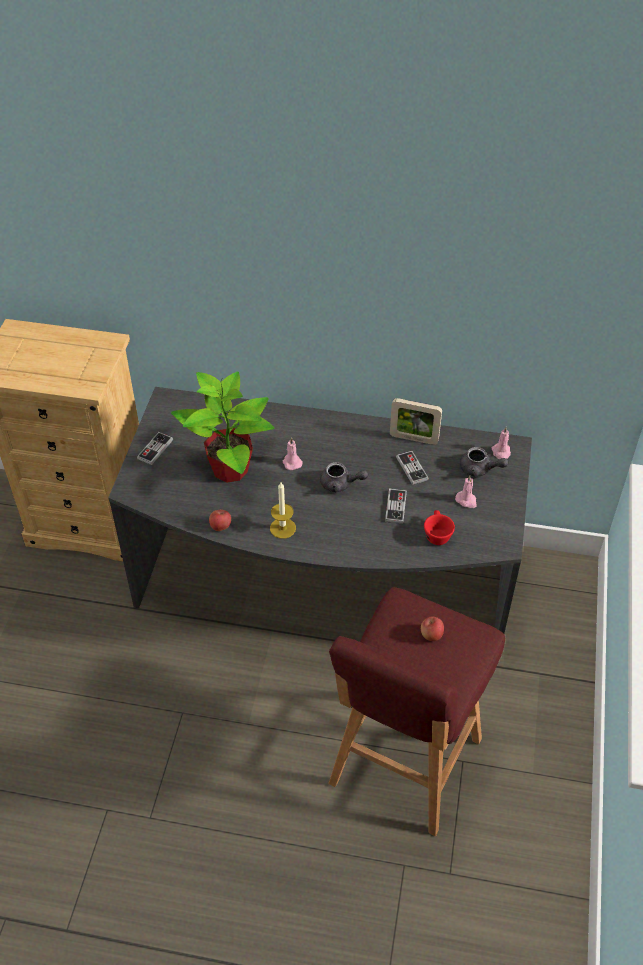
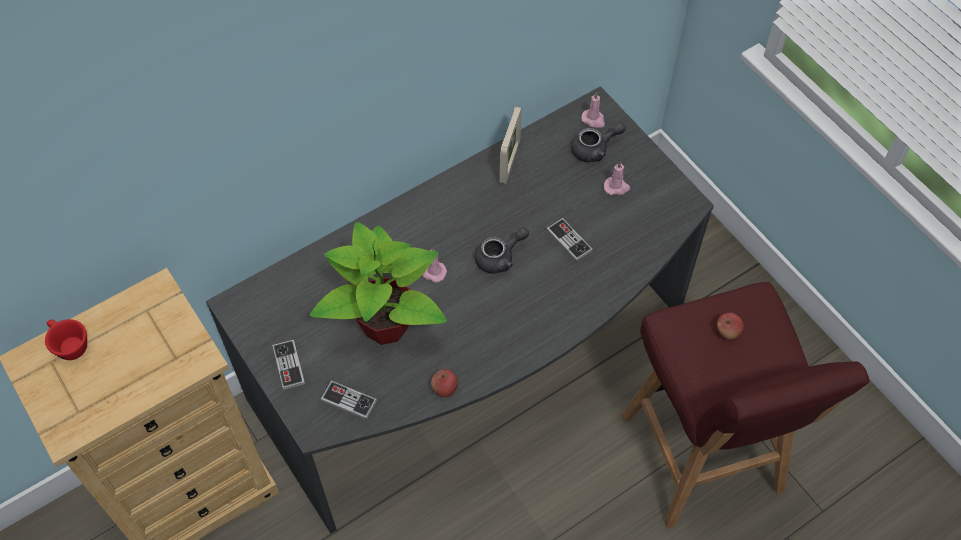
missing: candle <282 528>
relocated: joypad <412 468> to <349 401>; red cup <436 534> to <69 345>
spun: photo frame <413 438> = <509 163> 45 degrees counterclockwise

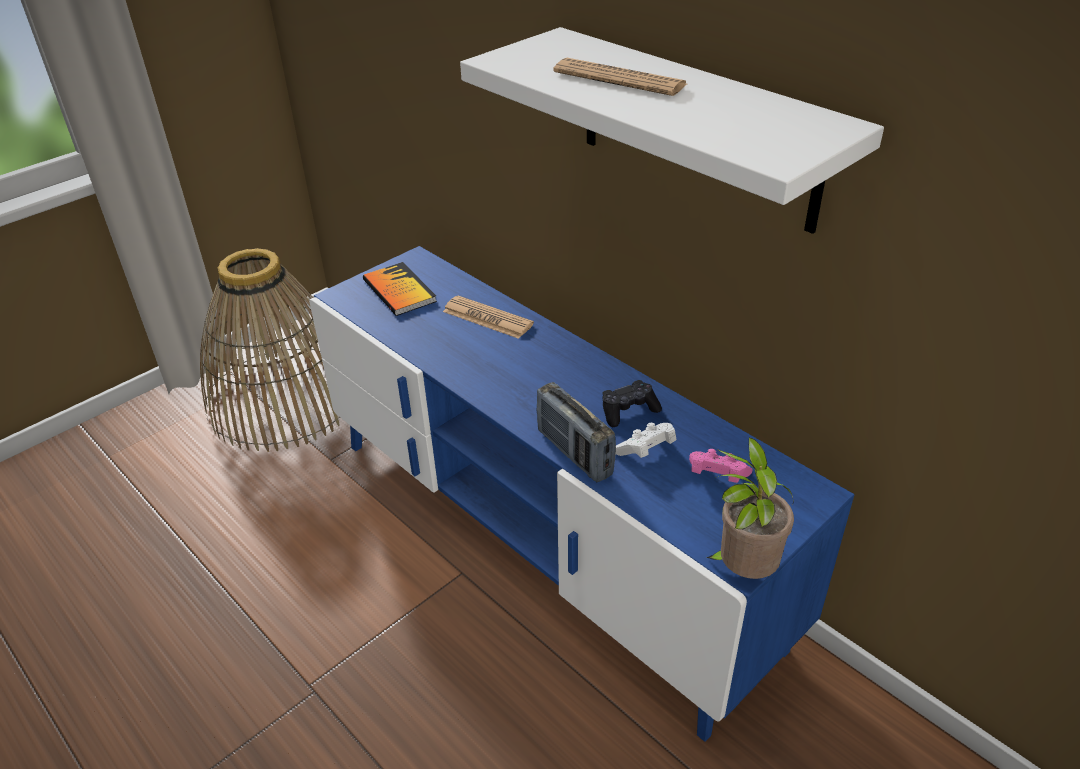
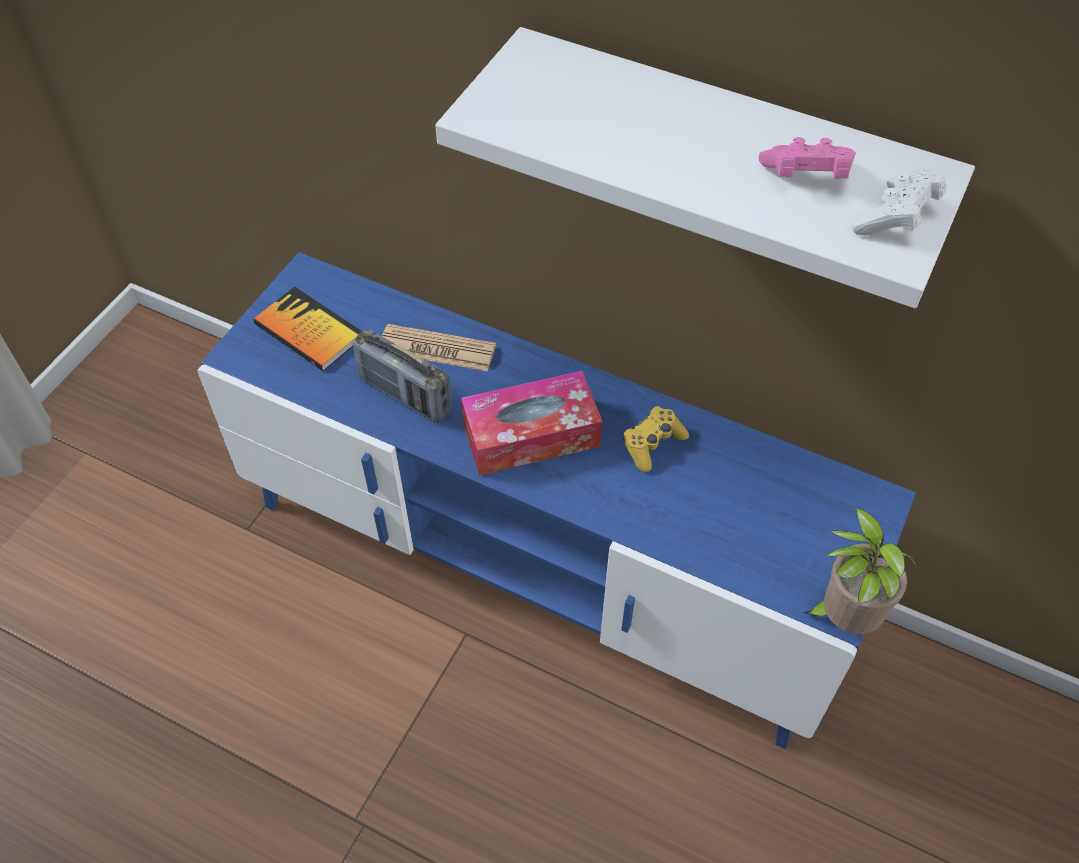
missing: storage basket <284 400>; newspaper <619 79>
appeared: tissue box <531 435>
relocated: radio receiver <574 453> to <405 395>; white-coloured joypad <646 450> to <895 219>; pinkish joypad <716 476> to <805 177>
colour: black-coloured joypad <628 410> to yellowish joypad <652 444>

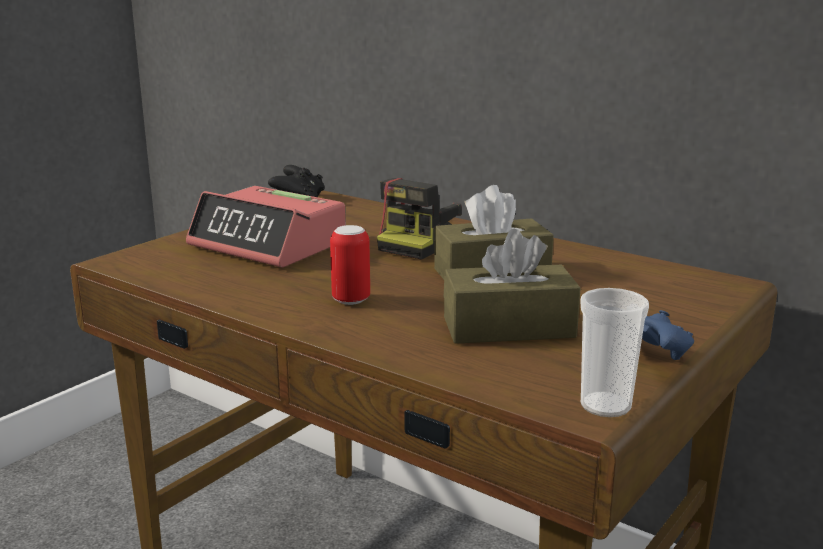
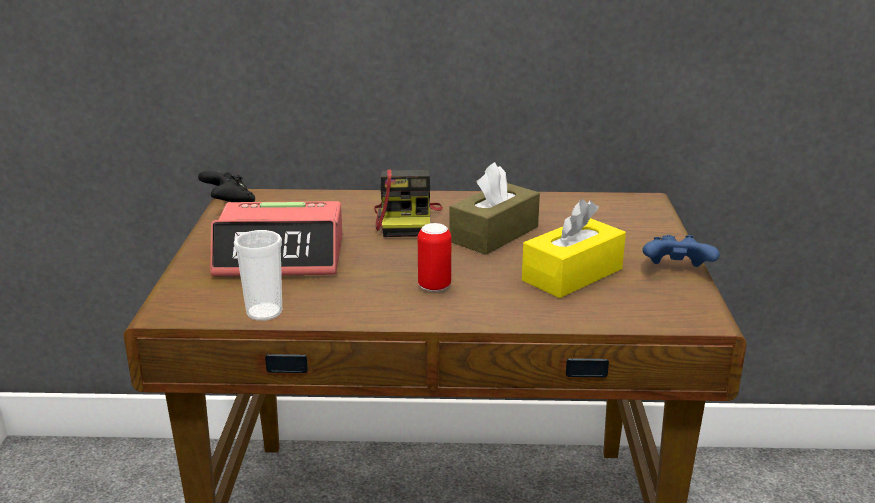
relocated: cup <605 406> to <264 312>
colour: brownish tissue box <508 327> to yellowish tissue box <572 275>

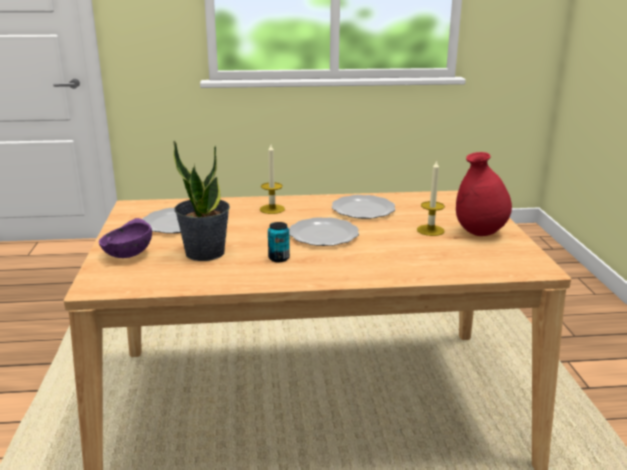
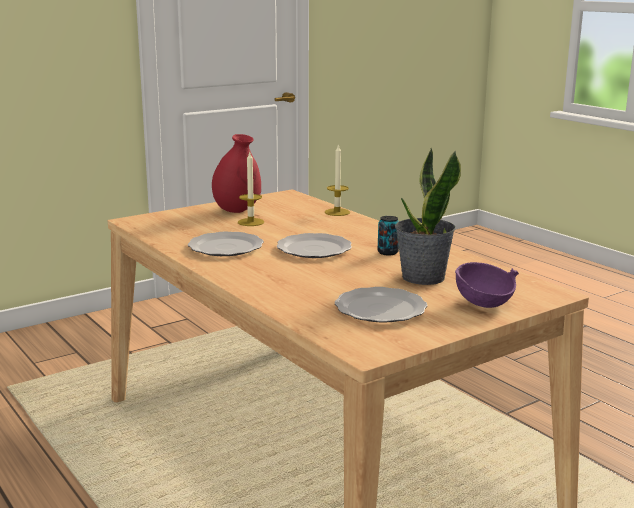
relocated: candle <272 209> to <337 212>

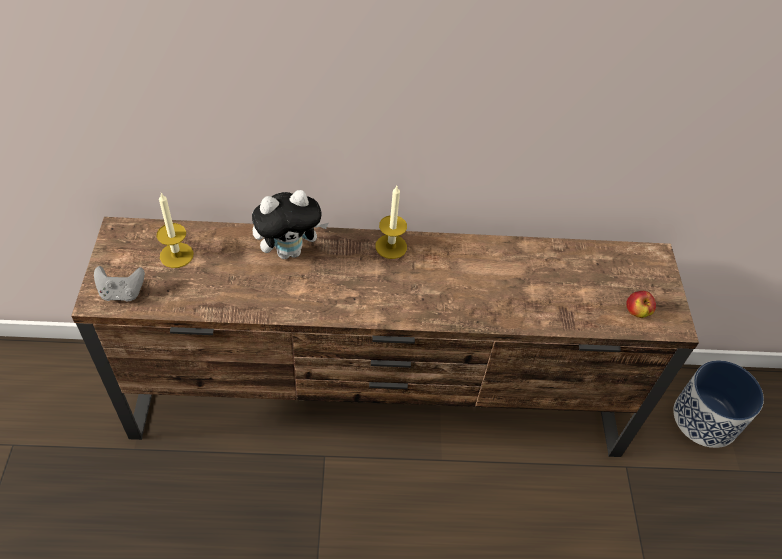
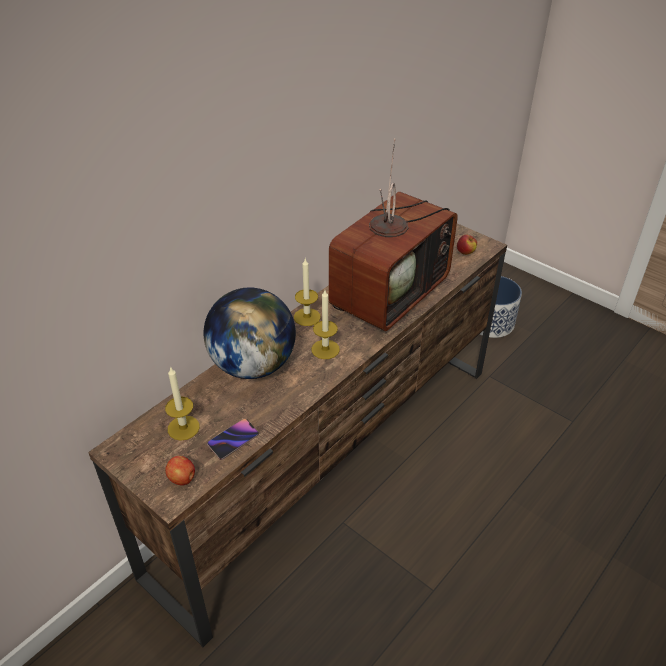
appeared: telephone <233 440>; candle <325 349>; TV set <389 292>
exchanged: gray joypad <122 293> to apple <182 479>; soft toy <290 251> to globe <253 365>

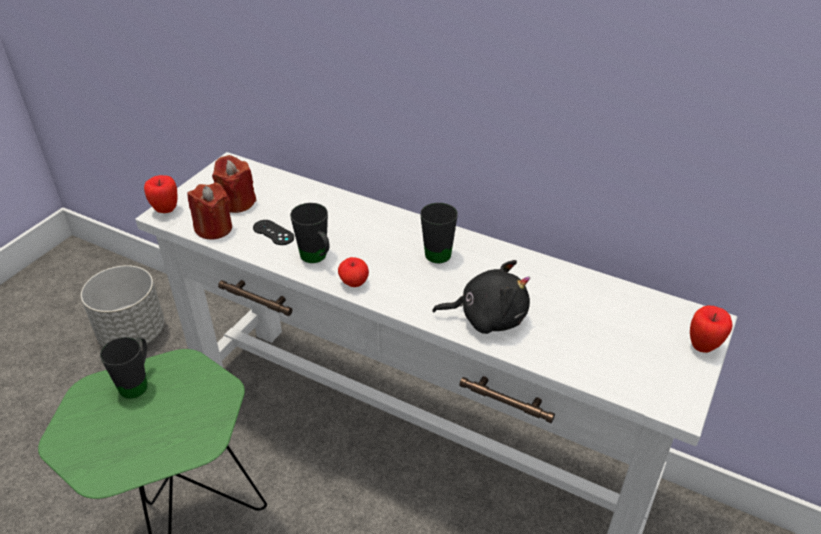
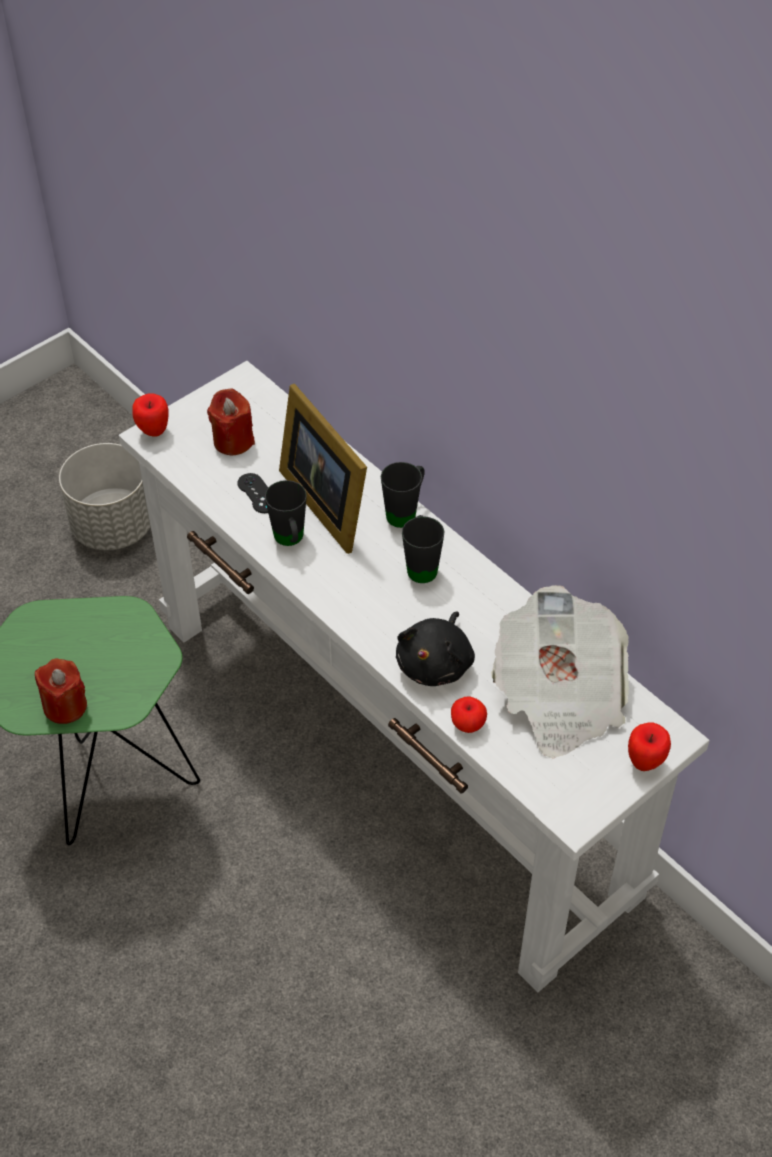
appeared: photo frame <327 501>; newspaper <559 696>
relocated: black-coloured mug <138 382> to <405 512>; red candle <214 229> to <65 706>; apple <354 283> to <468 724>
spun: black-coloured soft toy <488 317> = <436 663> 90 degrees clockwise

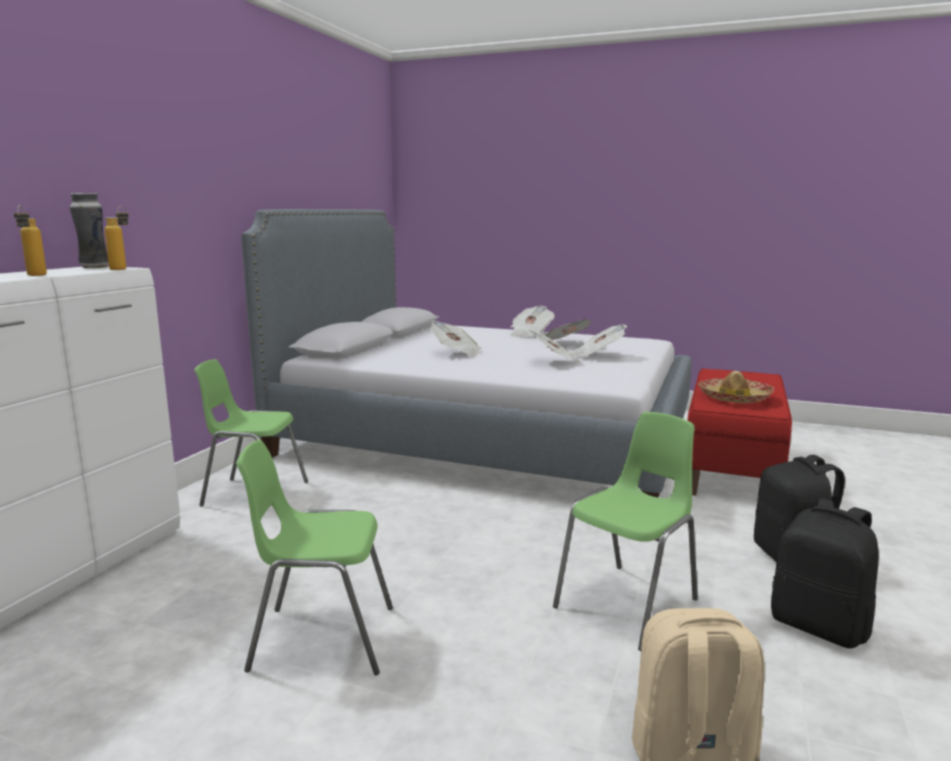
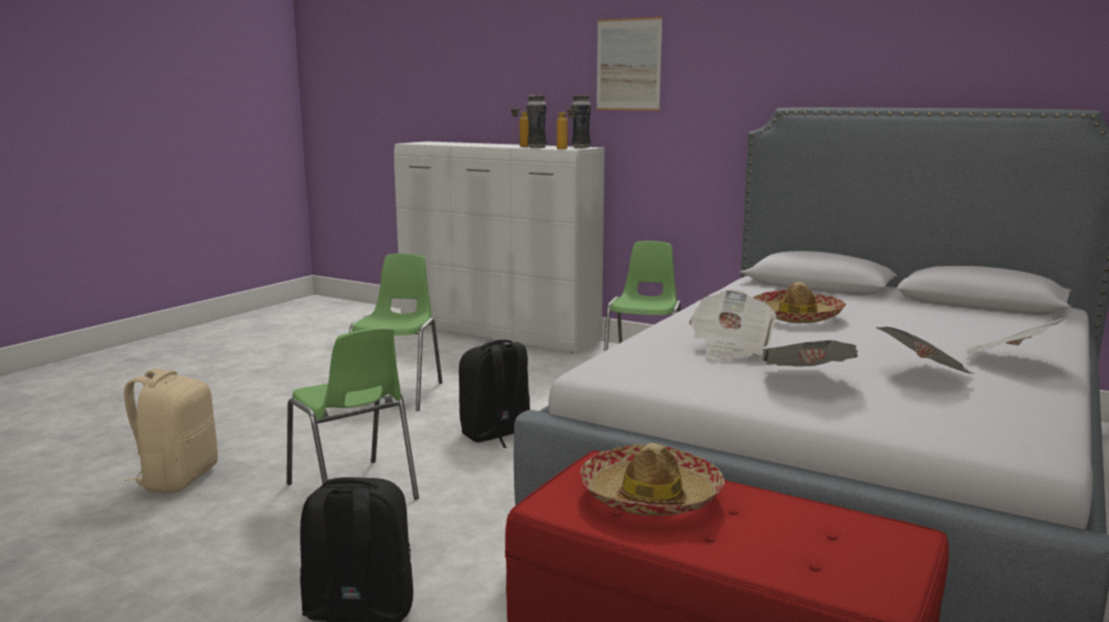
appeared: decorative vase <536 147>; picture <628 64>
relocated: black-coloured rucksack <819 626> to <496 434>
exchanged: newspaper <456 353> to clothing hat <797 316>

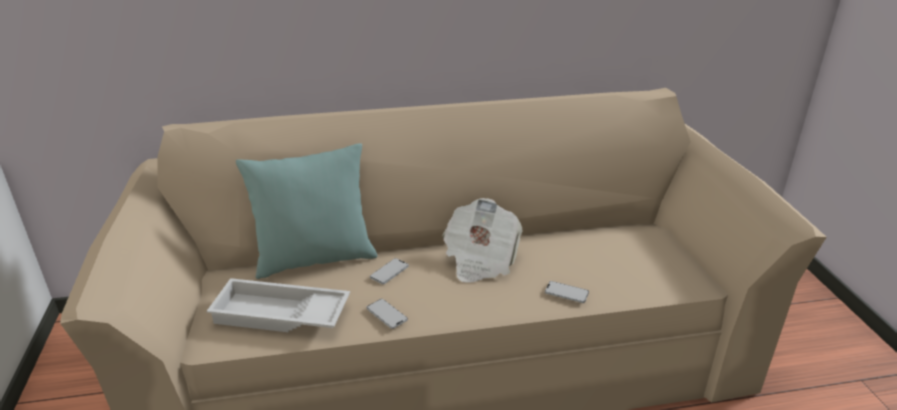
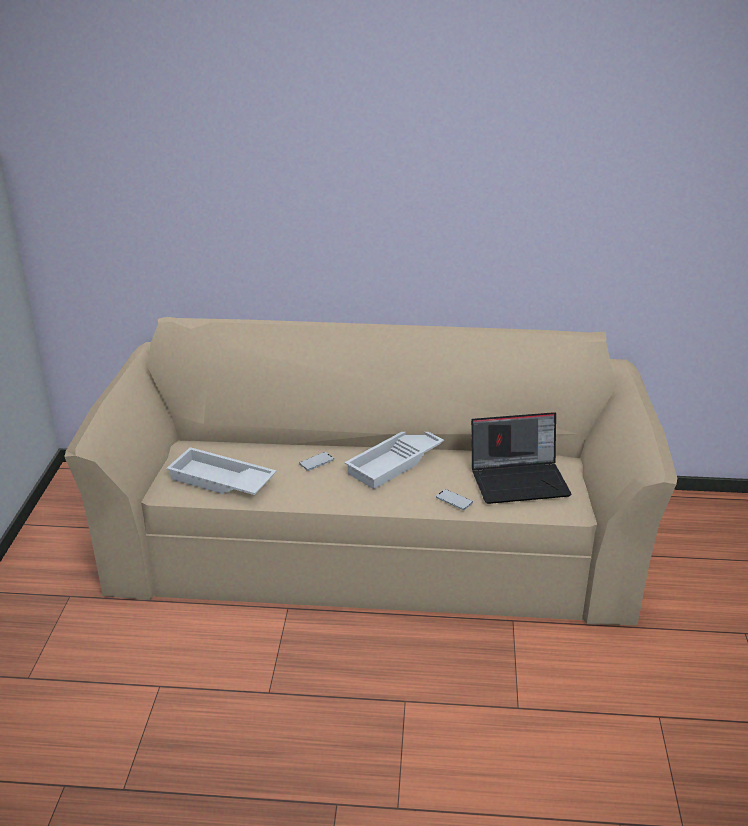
missing: turquoise-coloured throw pillow <315 259>; telephone <386 314>
appeared: laptop <520 480>
exchanged: newspaper <480 259> to white-coloured tray <395 463>

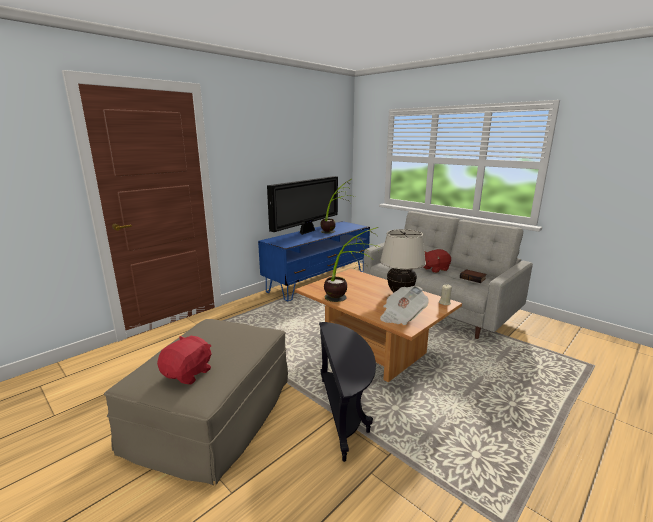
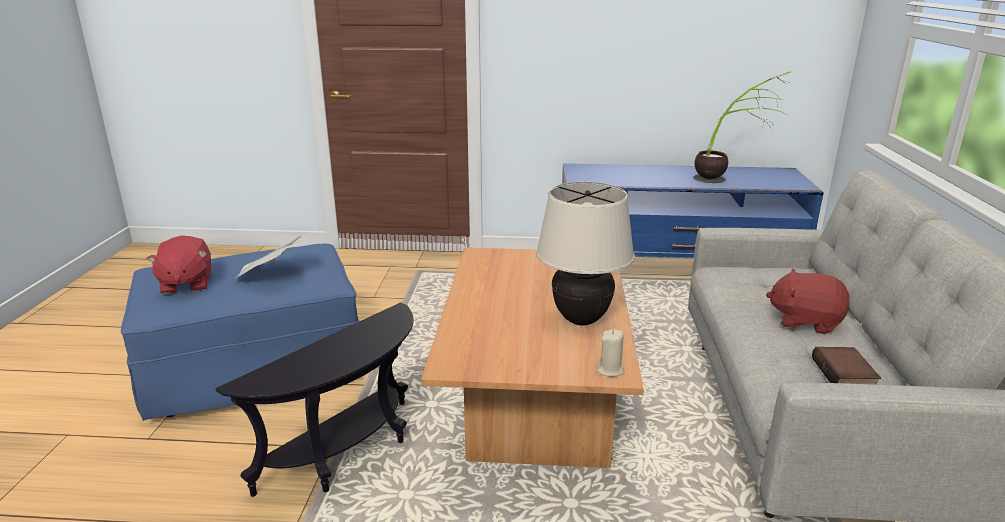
missing: TV set <307 231>; houseplant <347 300>
relocated: newspaper <401 316> to <270 274>
colour: beige-coloured footrest <213 417> to blue-coloured footrest <254 366>
spun: red soft toy <188 374> = <186 284> 90 degrees clockwise

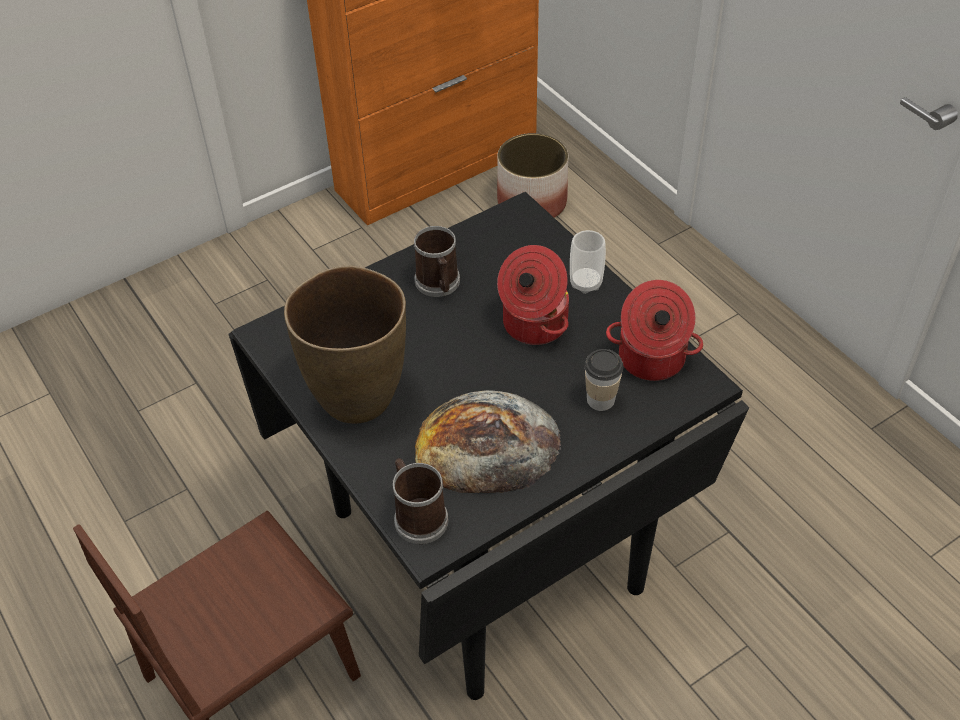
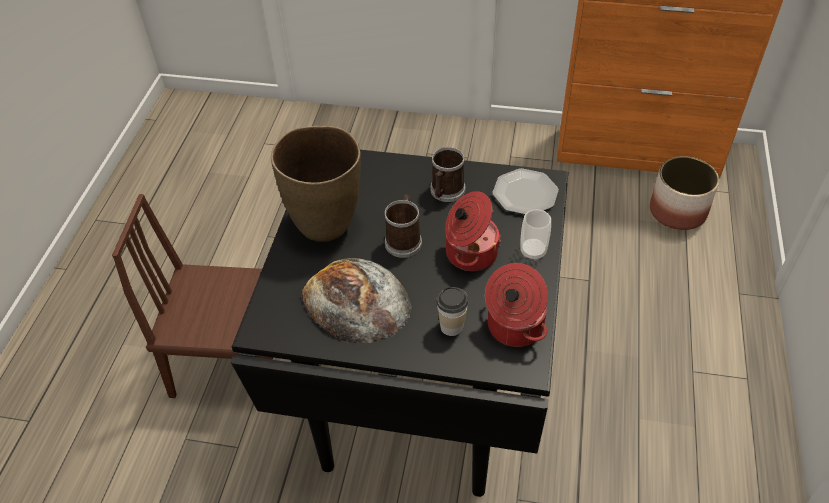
appeared: plate <525 194>
relocated: mug <417 516> to <404 240>

